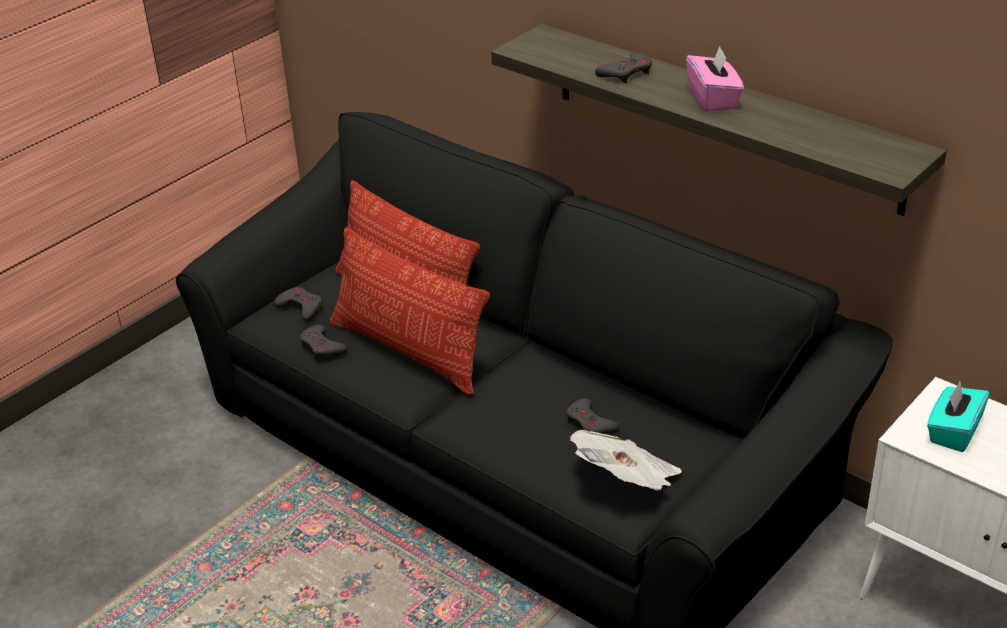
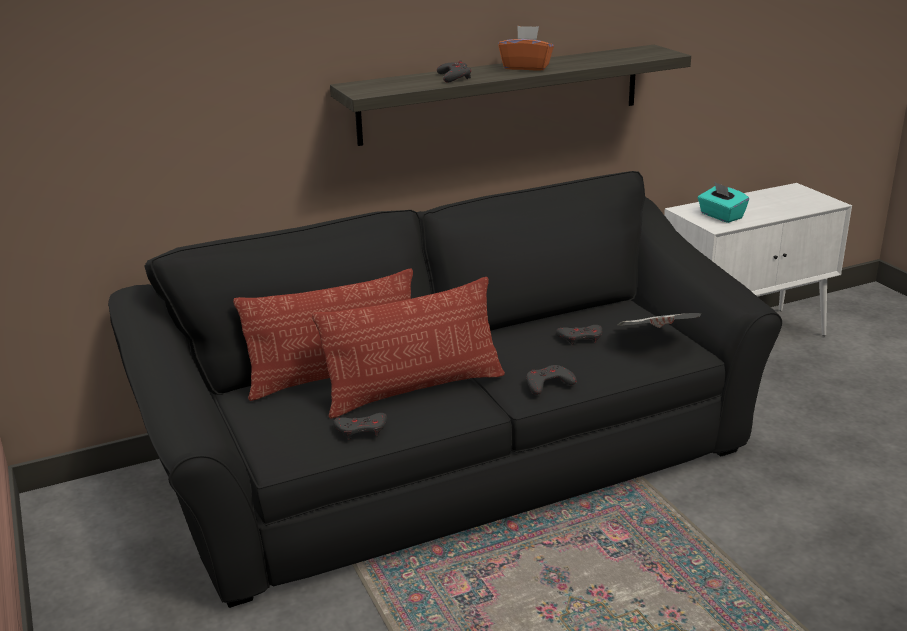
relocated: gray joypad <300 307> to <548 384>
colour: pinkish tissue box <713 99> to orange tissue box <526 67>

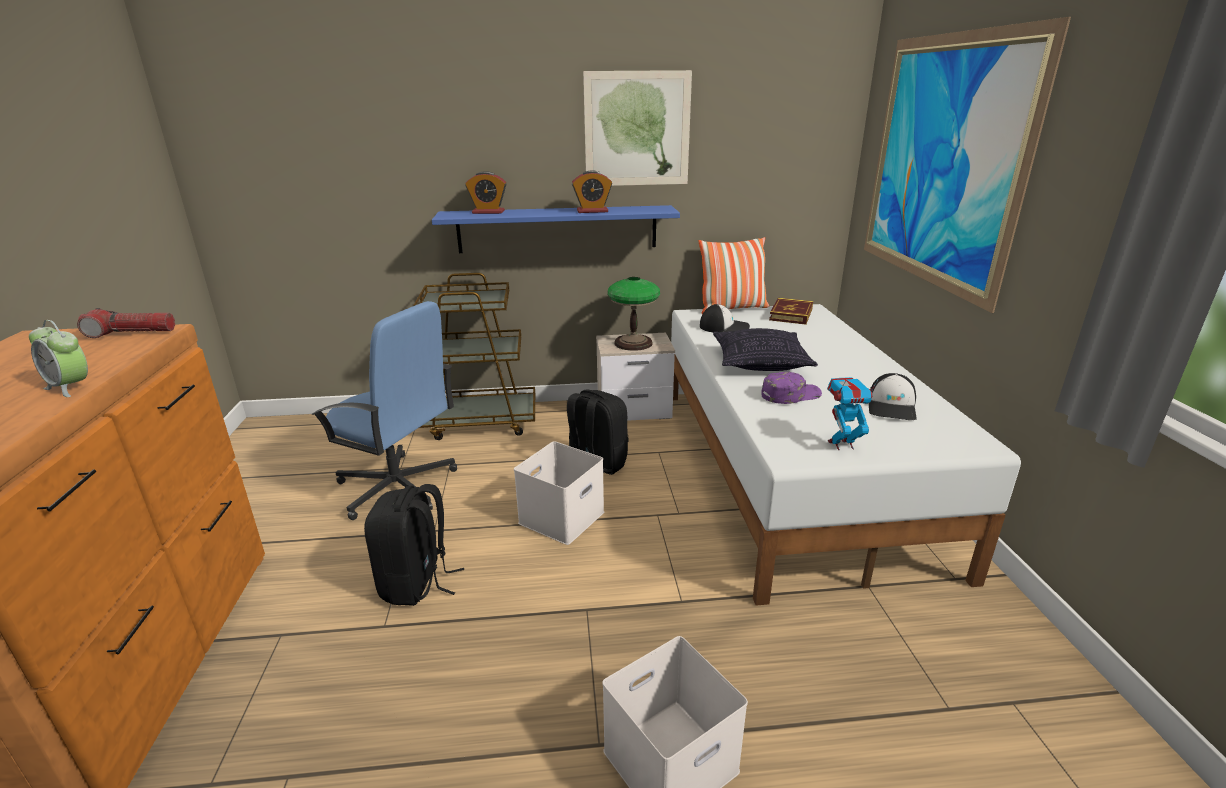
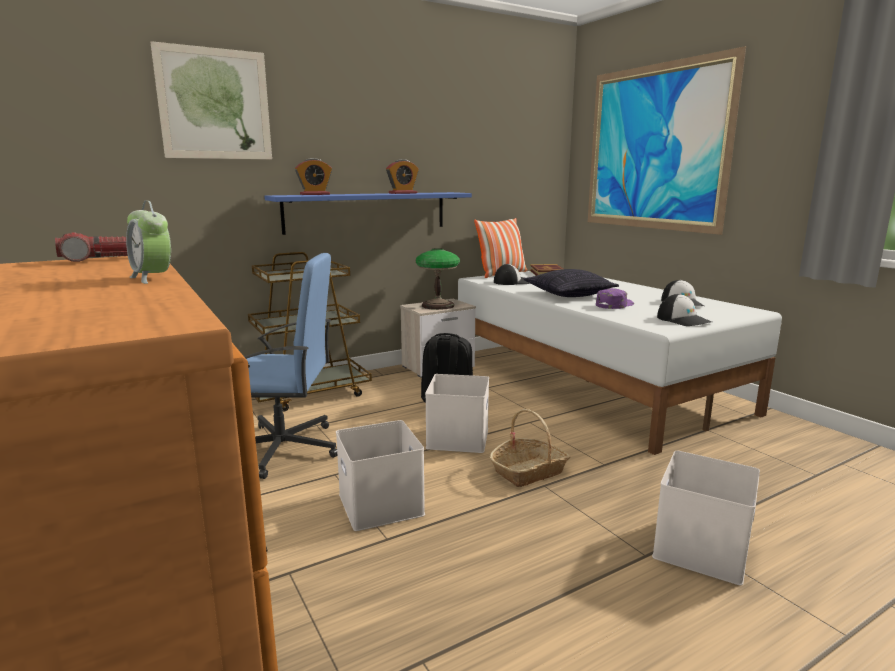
appeared: storage basket <529 471>
relocated: picture <637 129> to <215 104>
exchanged: black-coloured rucksack <417 583> to white-coloured storage bin <382 504>; robot figure <841 444> to peaked cap <683 320>
spun: table clock <71 387> = <152 278> 45 degrees clockwise

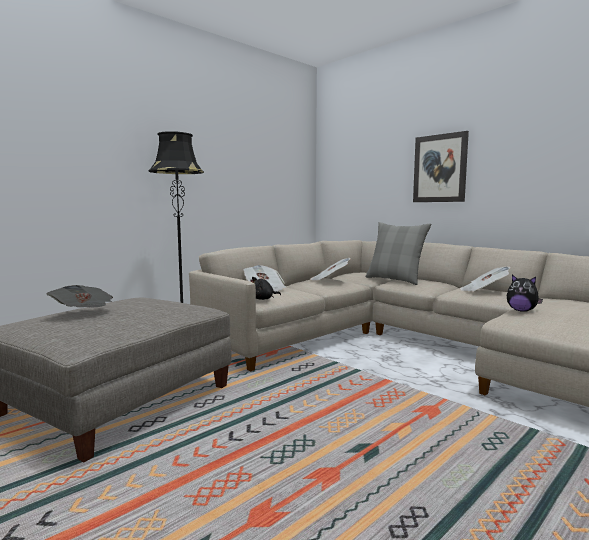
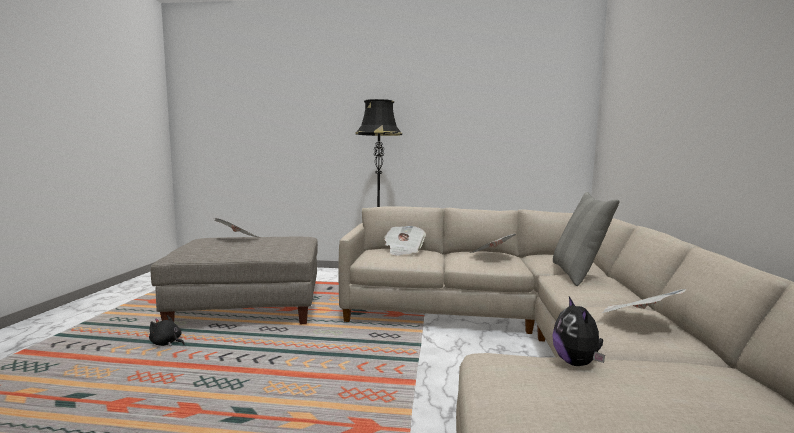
missing: picture <440 168>
relocated: black-coloured soft toy <263 299> to <167 343>

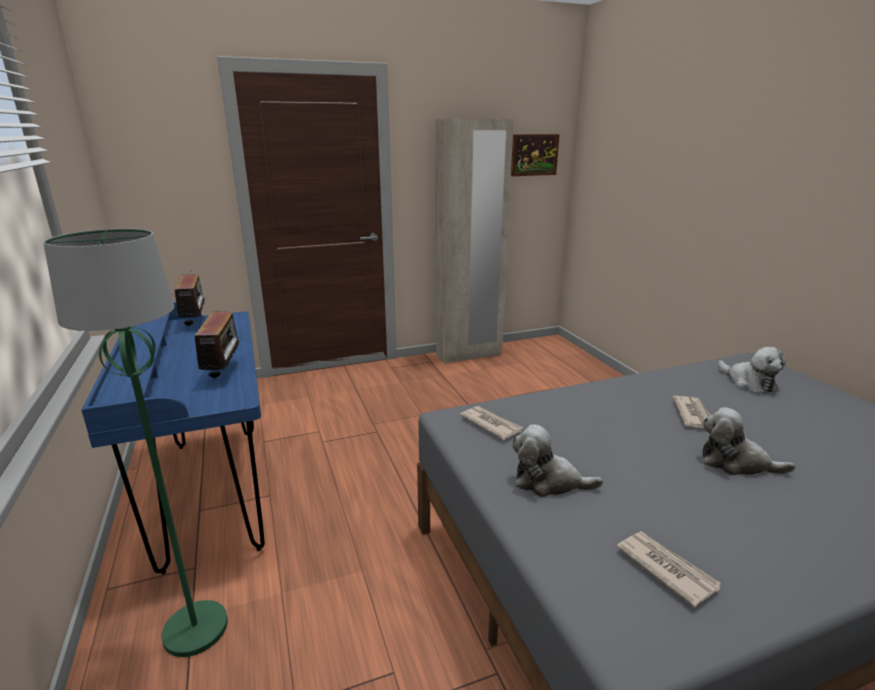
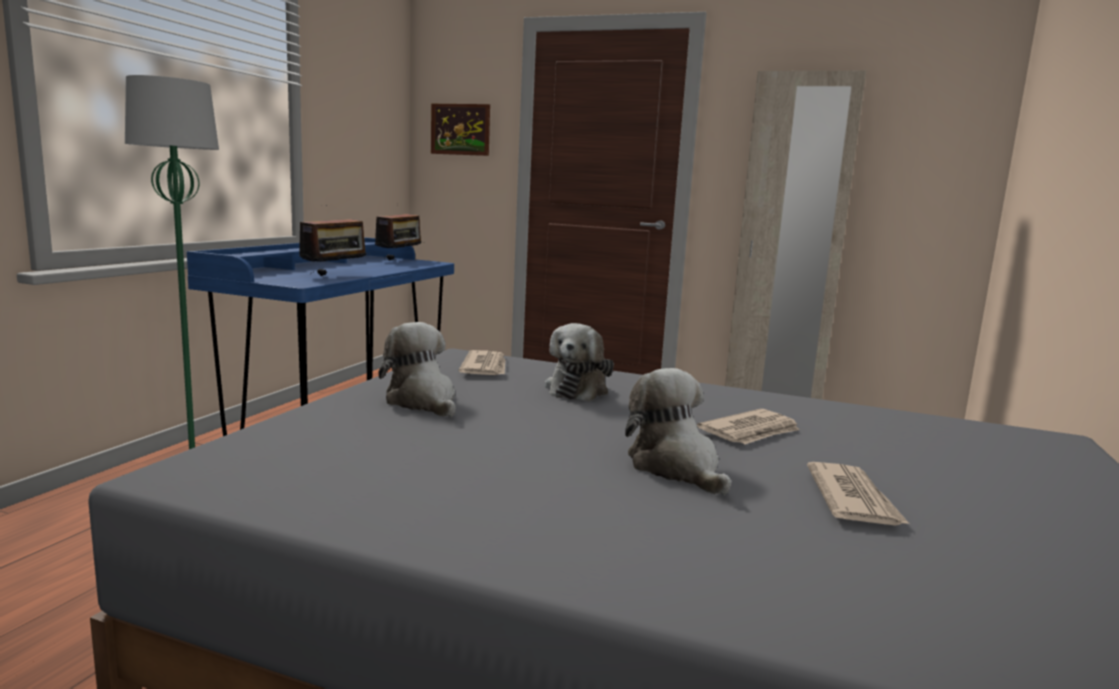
relocated: picture <534 155> to <460 129>; newspaper <665 568> to <853 499>; soft toy <748 382> to <578 389>

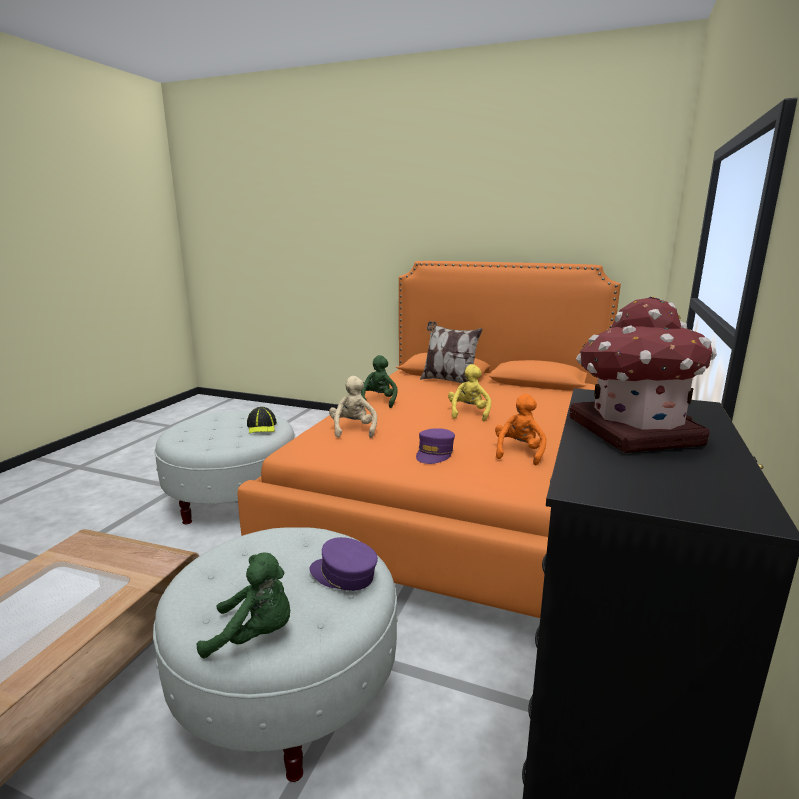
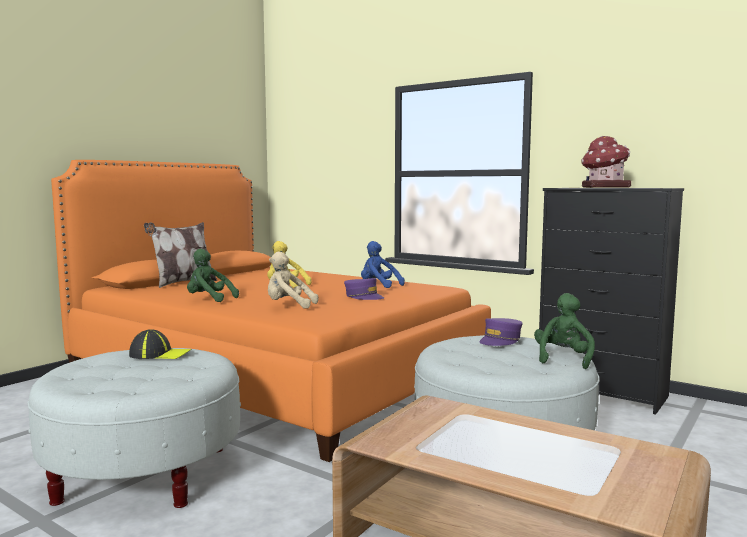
colour: orange soft toy <519 452> to blue-coloured soft toy <378 286>

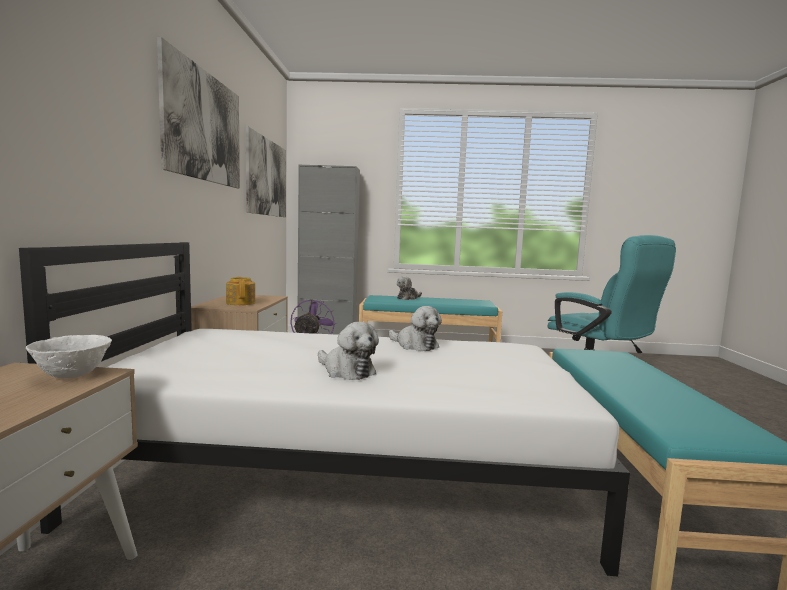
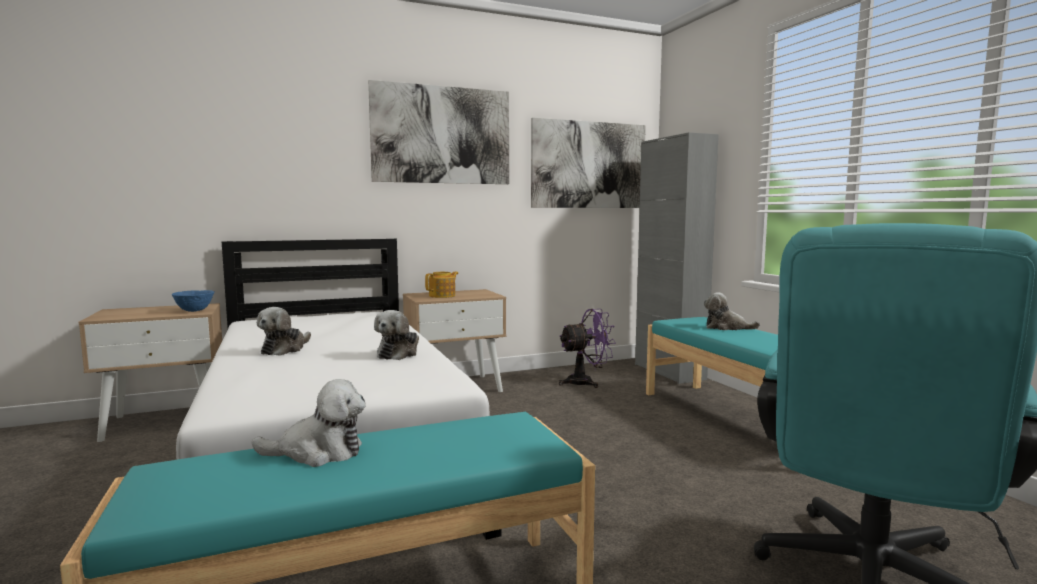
appeared: soft toy <318 452>
colour: white-coloured deep dish <73 375> to blue-coloured deep dish <194 311>

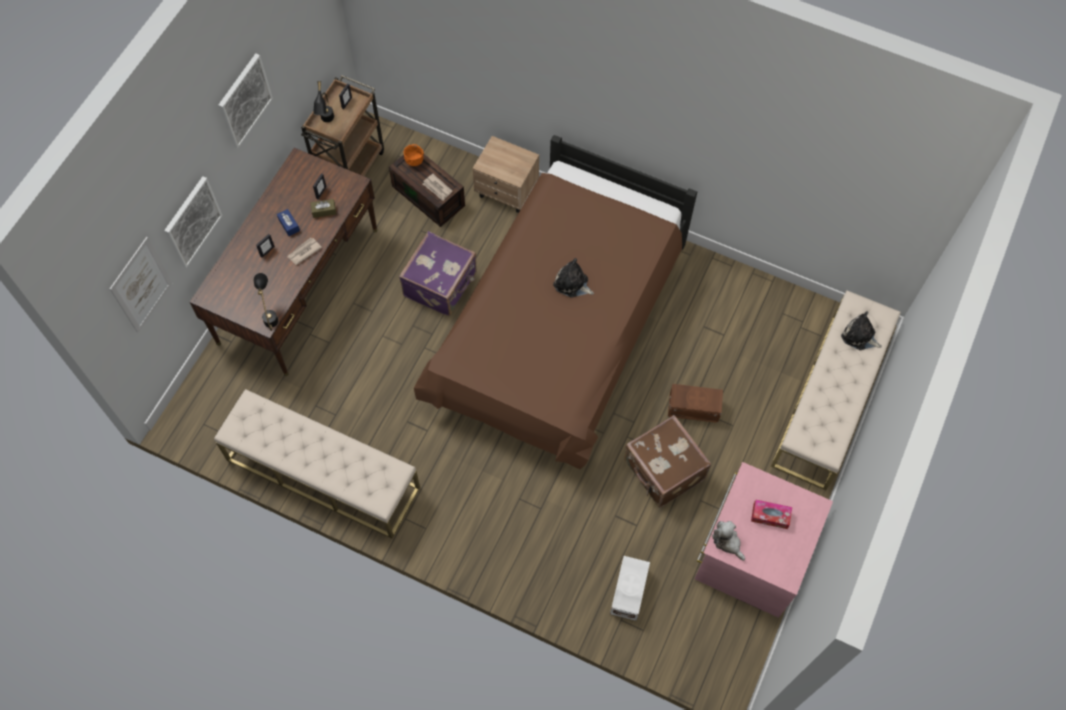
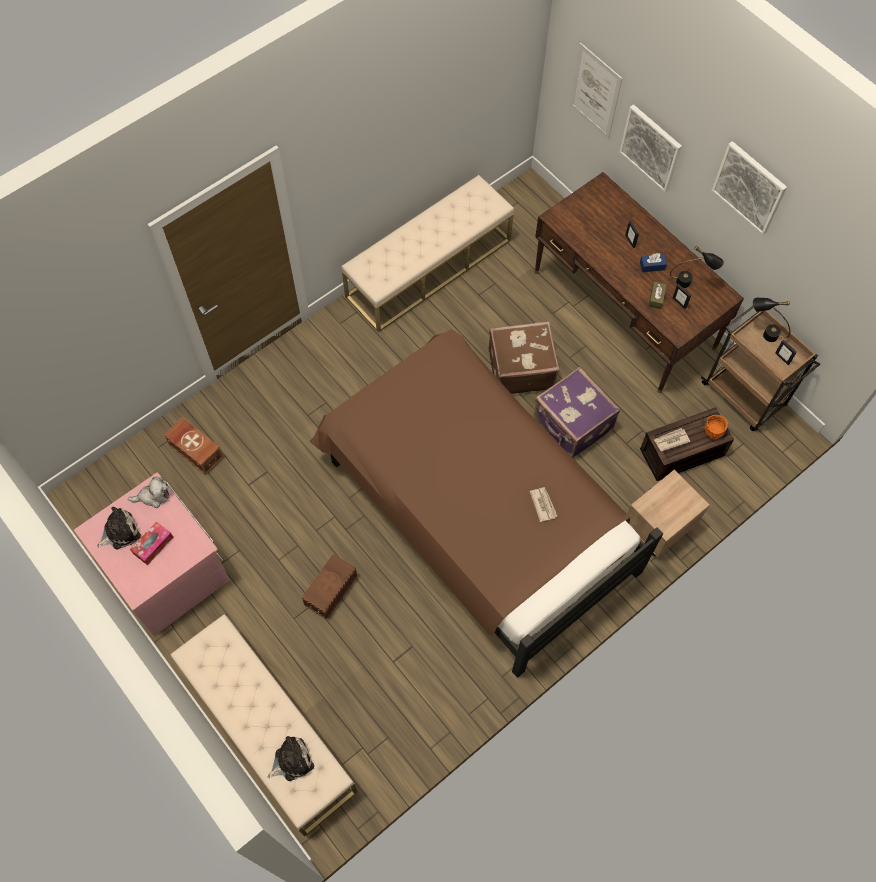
relocated: black-coloured tabletop lamp <270 314> to <690 283>; newspaper <304 252> to <543 504>; soft toy <572 284> to <120 532>; brownish piece of luggage <663 471> to <520 368>
colour: white-coloured storage bin <628 592> to brownish storage bin <196 450>

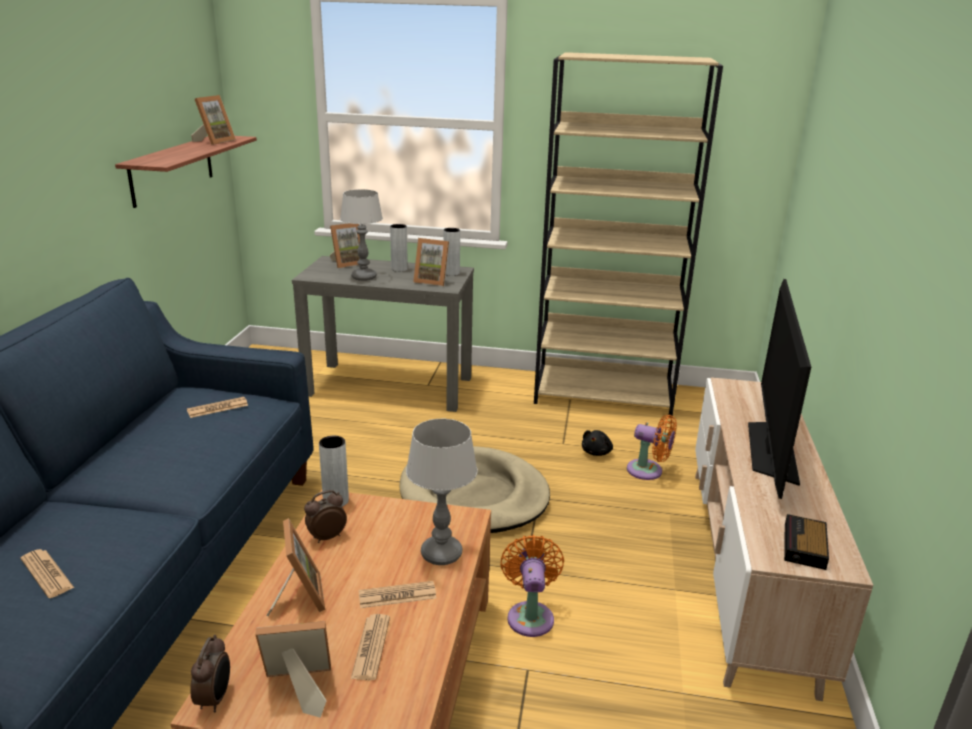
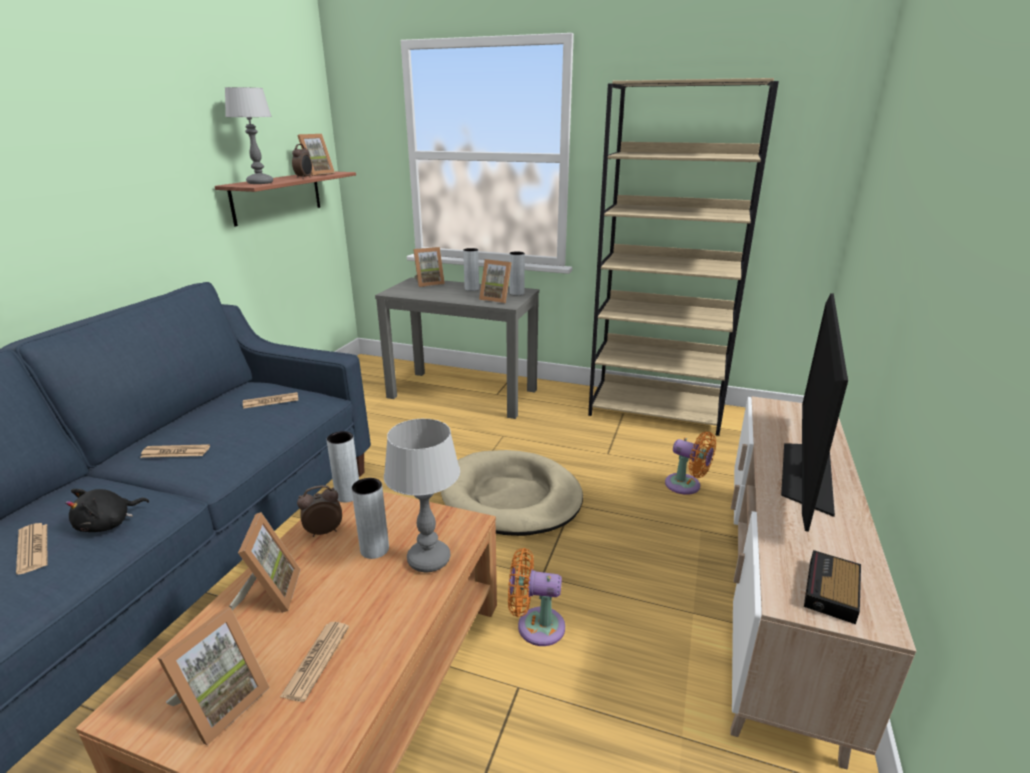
appeared: gray decorative vase <374 549>
relocated: table clock <215 698> to <304 178>; tabletop lamp <364 277> to <261 183>; newspaper <397 595> to <175 452>; black-coloured soft toy <597 452> to <108 524>
spun: photo frame <298 689> = <220 703> 120 degrees clockwise; orange cooling fan <530 615> = <535 626> 90 degrees counterclockwise

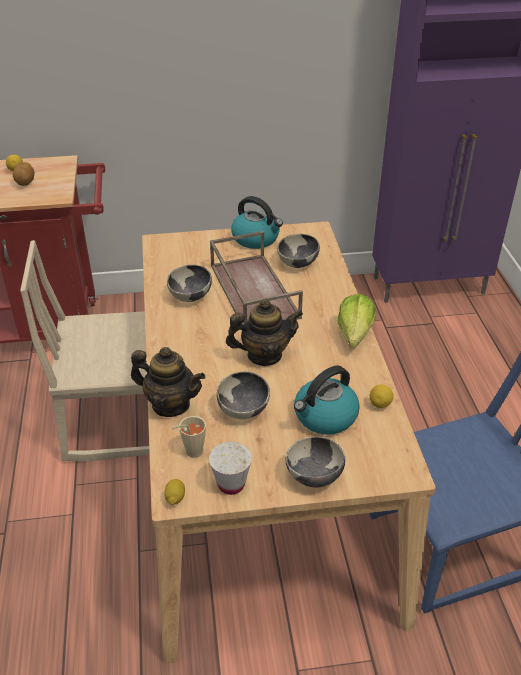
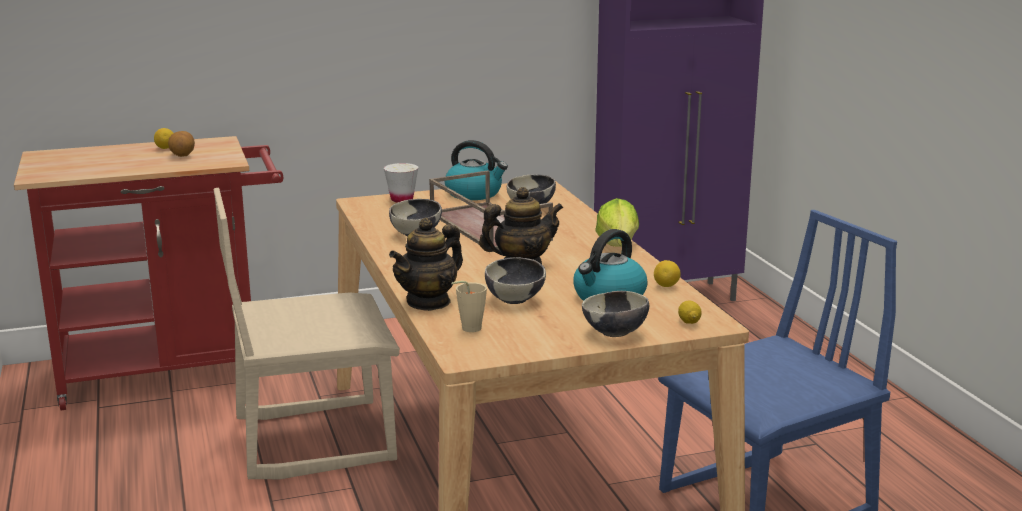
relocated: lemon <175 497> to <689 322>; white-coloured cup <231 484> to <402 199>
spun: teapot <170 404> = <428 302> 120 degrees clockwise

